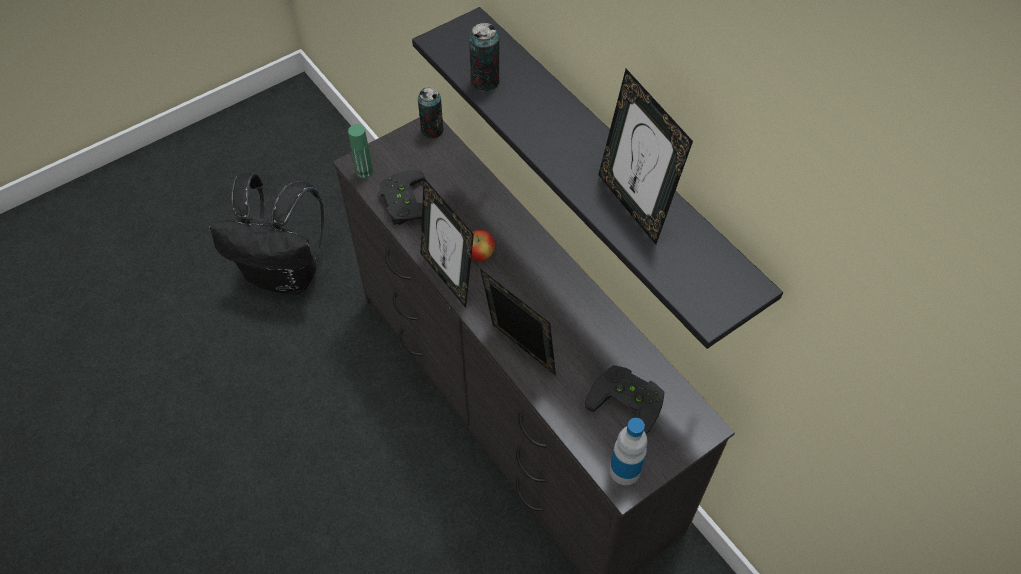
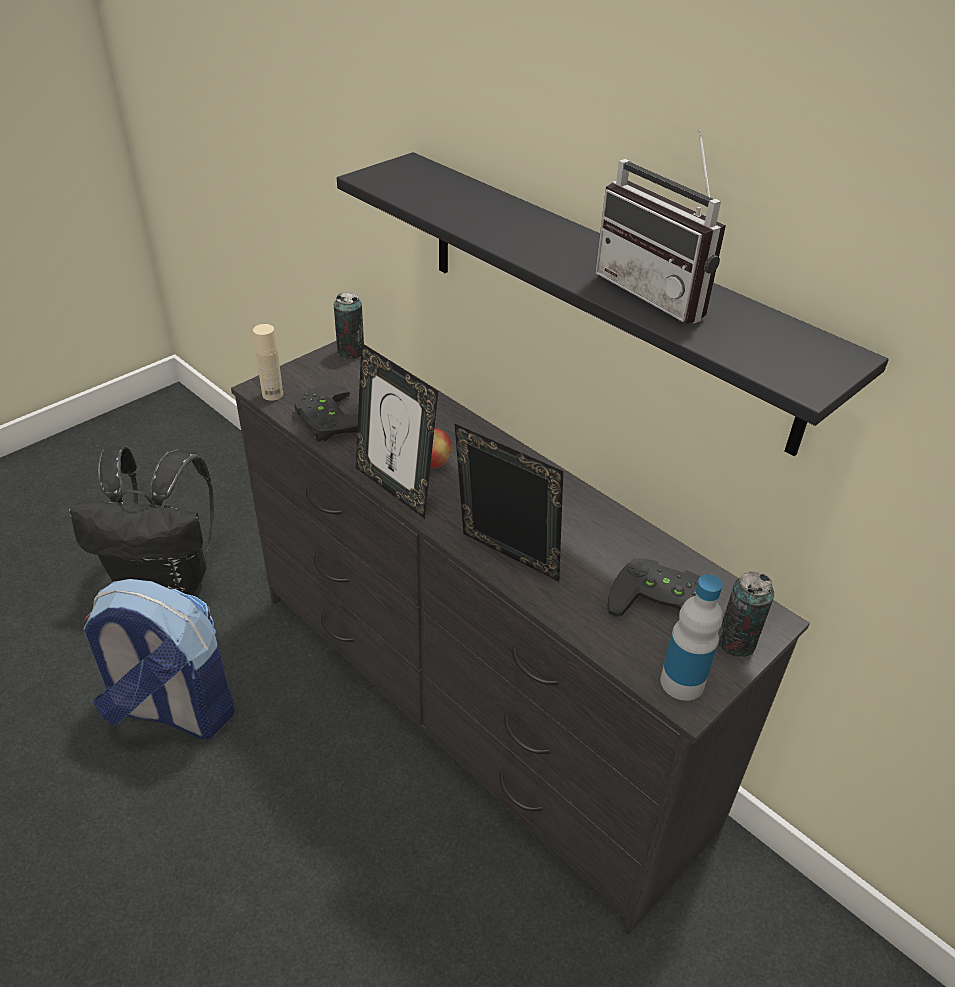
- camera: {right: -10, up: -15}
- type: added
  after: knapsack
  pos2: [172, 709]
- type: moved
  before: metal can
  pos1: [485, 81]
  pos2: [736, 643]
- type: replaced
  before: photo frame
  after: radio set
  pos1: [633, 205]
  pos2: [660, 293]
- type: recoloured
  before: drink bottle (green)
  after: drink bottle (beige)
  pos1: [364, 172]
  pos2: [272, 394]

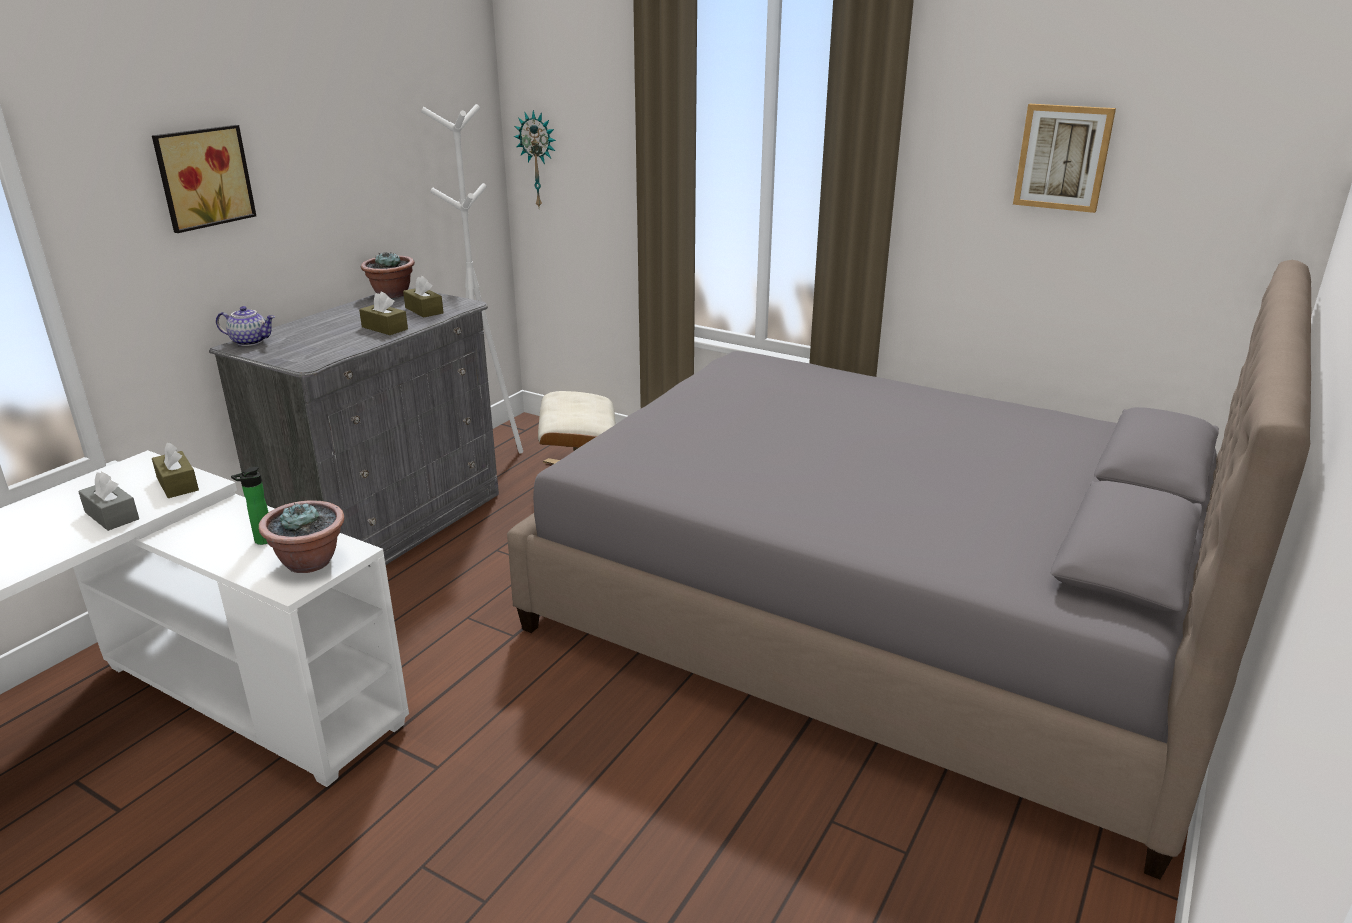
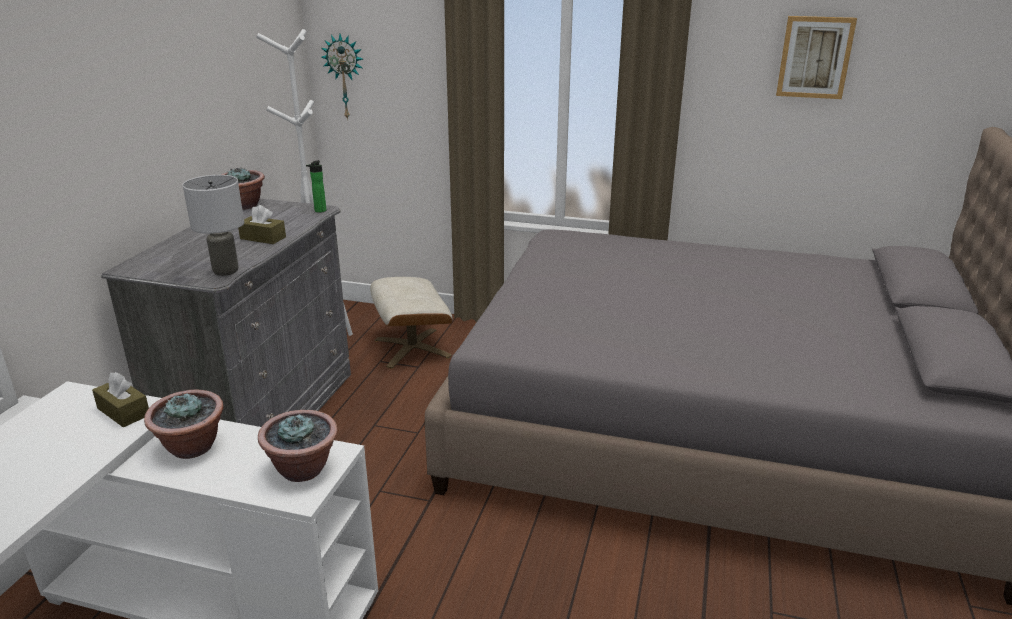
- camera: {right: -15, up: 0}
- type: removed
  before: tissue box (grey)
  pos1: [112, 516]
- type: removed
  before: wall art
  pos1: [202, 177]
- type: removed
  before: tea pot
  pos1: [250, 341]
- type: removed
  before: tissue box (brown-coloured)
  pos1: [424, 310]
- type: added
  after: houseplant
  pos2: [192, 447]
- type: added
  after: table lamp (white)
  pos2: [224, 272]
- type: moved
  before: drink bottle
  pos1: [261, 541]
  pos2: [319, 211]

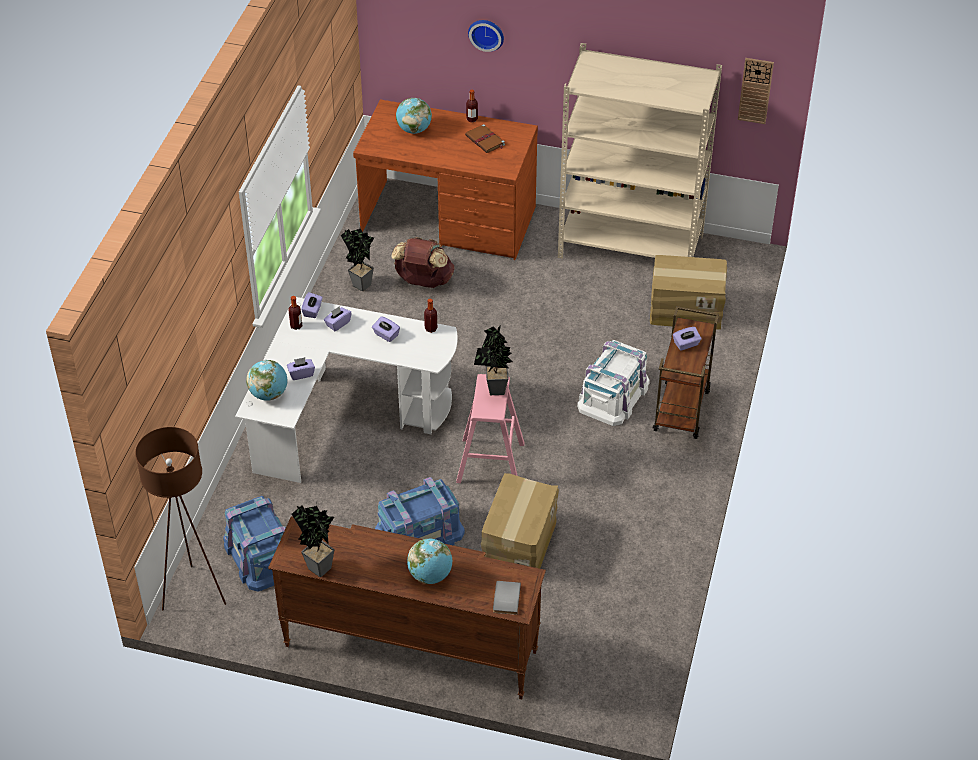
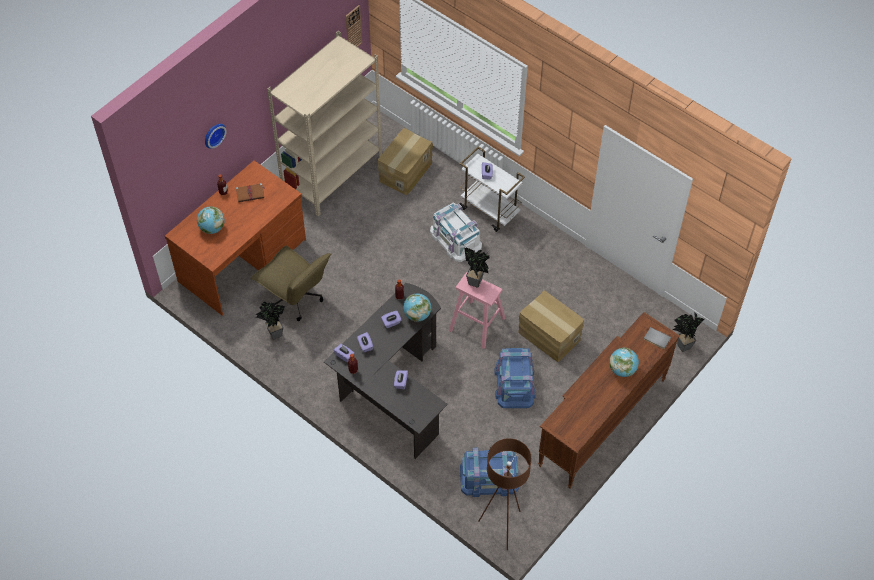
- camera: {right: -65, up: 10}
- type: moved
  before: globe
  pos1: [269, 394]
  pos2: [417, 315]
- type: moved
  before: houseplant
  pos1: [318, 565]
  pos2: [681, 346]
- type: replaced
  before: knapsack (brown-coloured)
  after: desk chair (beige)
  pos1: [423, 281]
  pos2: [294, 297]
- type: recoloured
  before: desk unit (white)
  after: desk unit (black-coloured)
  pos1: [343, 415]
  pos2: [392, 389]
- type: recoloured
  before: trolley (brown-coloured)
  after: trolley (white)
  pos1: [680, 414]
  pos2: [490, 213]

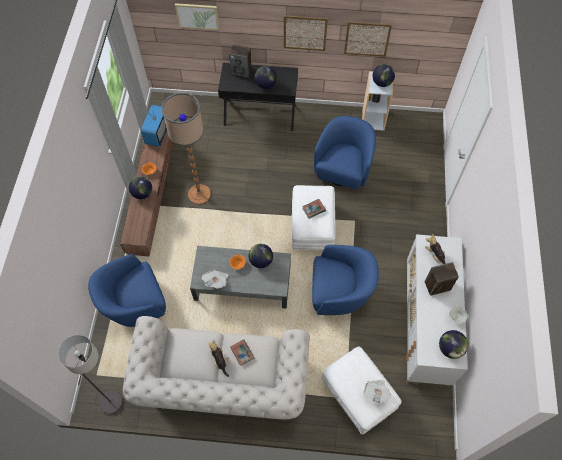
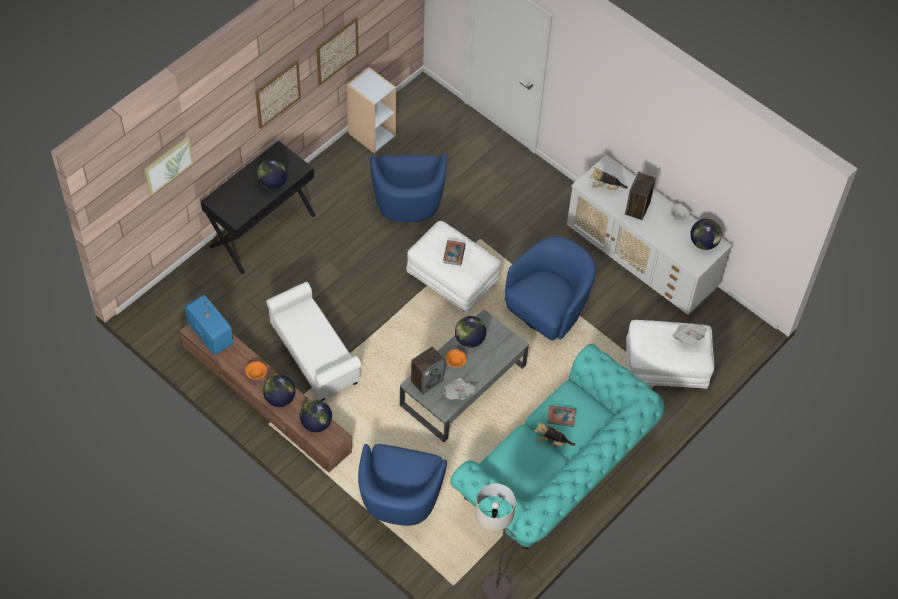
- camera: {right: -55, up: -5}
- type: moved
  before: speaker
  pos1: [241, 71]
  pos2: [427, 381]
- type: moved
  before: globe
  pos1: [382, 82]
  pos2: [316, 423]
- type: replaced
  before: standing lamp
  after: ottoman (white)
  pos1: [199, 194]
  pos2: [314, 355]
- type: recoloured
  before: couch (white)
  after: couch (blue-green)
  pos1: [221, 382]
  pos2: [557, 474]
- type: turned
  before: armchair (bluish)
  pos1: [343, 168]
  pos2: [408, 204]
  turn: -150

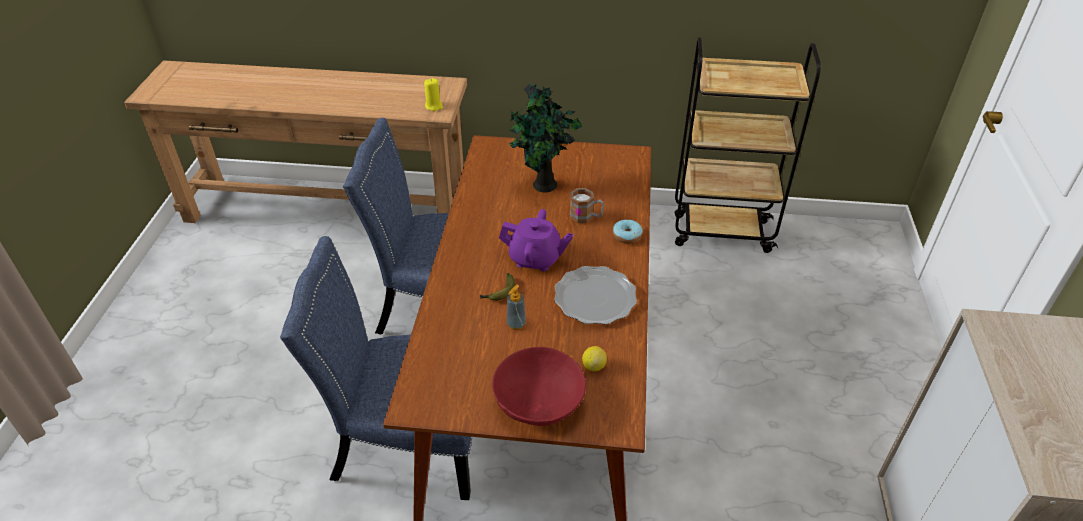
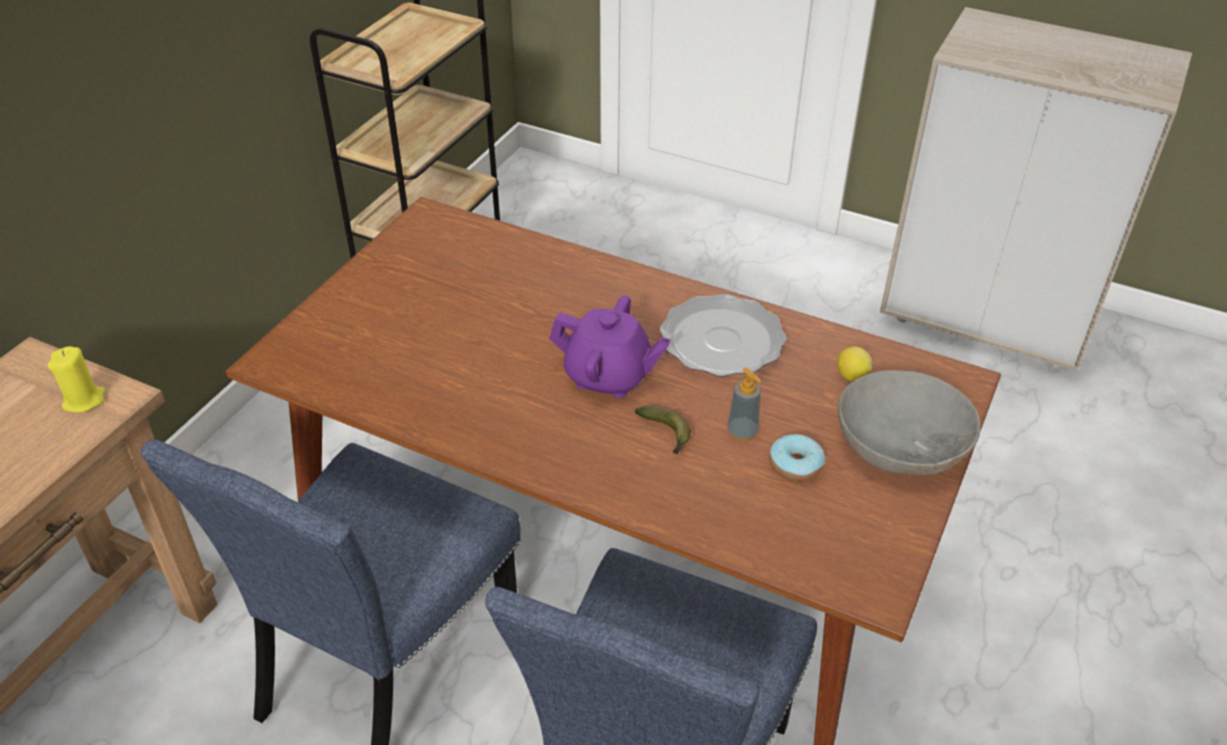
- camera: {right: -70, up: 0}
- type: removed
  before: houseplant
  pos1: [543, 186]
- type: removed
  before: coffee mug
  pos1: [586, 217]
- type: moved
  before: doughnut
  pos1: [627, 236]
  pos2: [795, 465]
- type: recoloured
  before: deep dish (red)
  after: deep dish (grey)
  pos1: [539, 401]
  pos2: [901, 445]
- type: turned
  before: tea pot (purplish)
  pos1: [535, 258]
  pos2: [608, 376]
  turn: 75

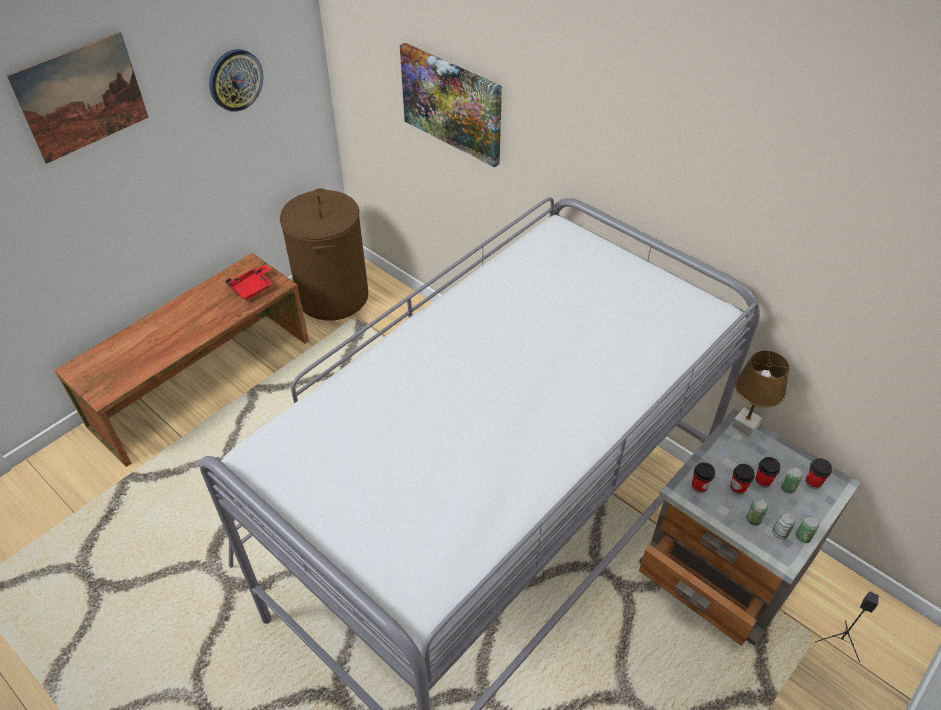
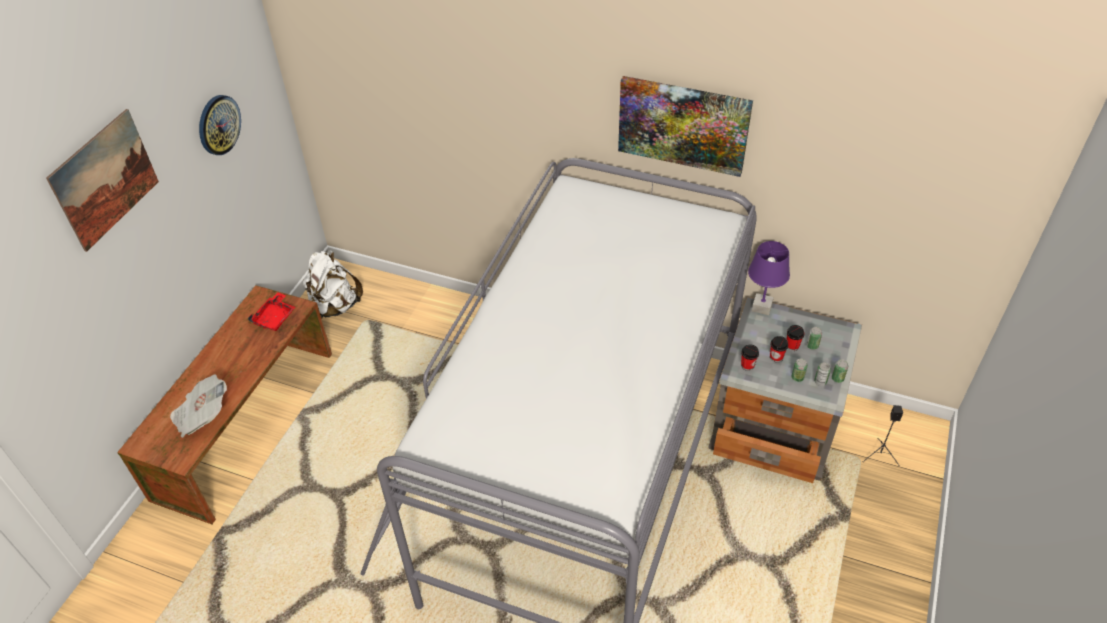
- camera: {right: -20, up: 0}
- type: removed
  before: small cup
  pos1: [813, 482]
- type: added
  after: newspaper
  pos2: [202, 416]
- type: moved
  before: wall art
  pos1: [452, 103]
  pos2: [683, 124]
- type: replaced
  before: washing basket (brown-coloured)
  after: knapsack (white)
  pos1: [333, 297]
  pos2: [335, 306]
- type: recoloured
  before: table lamp (brown-coloured)
  after: table lamp (purplish)
  pos1: [744, 426]
  pos2: [761, 308]

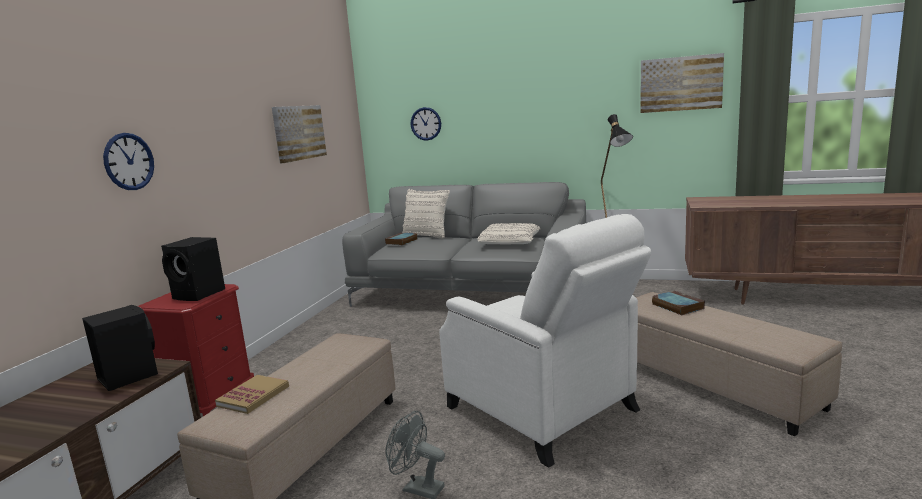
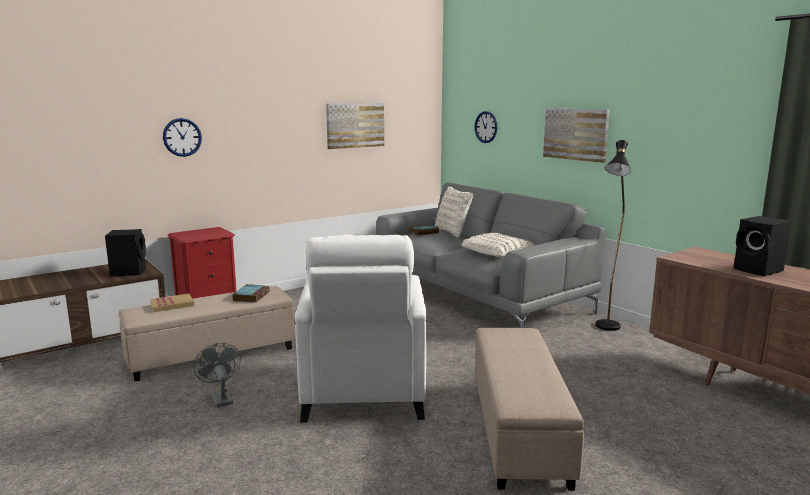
- camera: {right: 35, up: 0}
- type: moved
  before: speaker (black-coloured)
  pos1: [200, 294]
  pos2: [759, 270]
- type: moved
  before: wall art
  pos1: [680, 84]
  pos2: [576, 134]
- type: moved
  before: volume
  pos1: [676, 306]
  pos2: [251, 296]

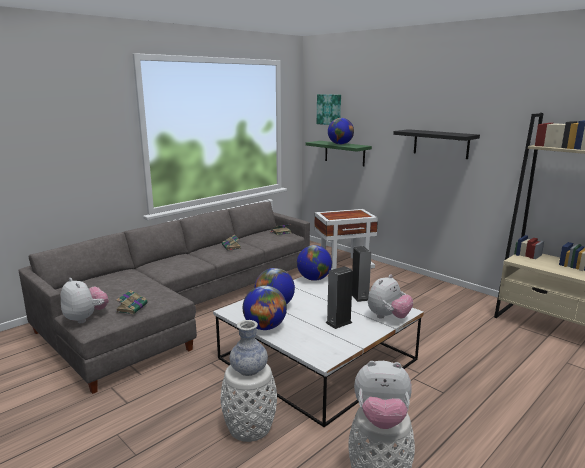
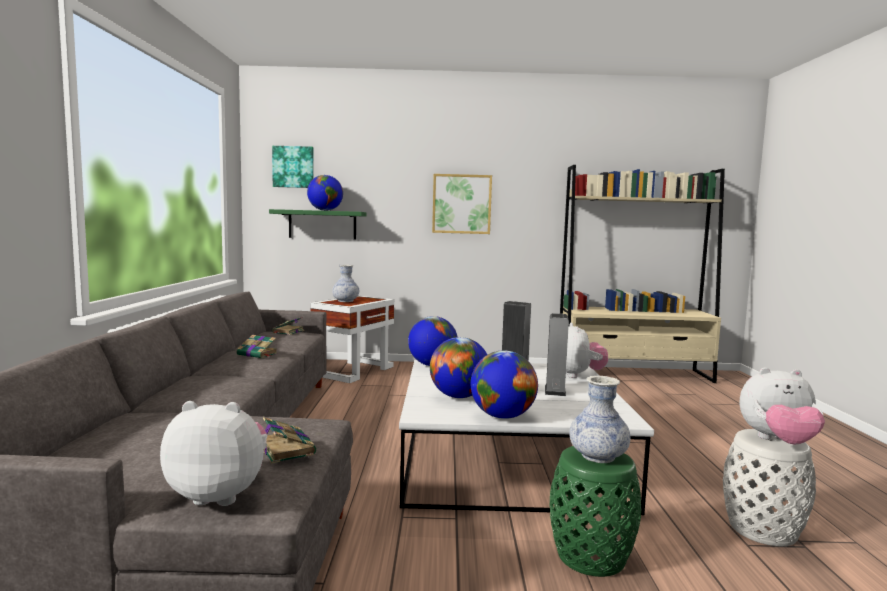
- camera: {right: -45, up: -10}
- type: added
  after: flower vase
  pos2: [345, 301]
- type: replaced
  before: bracket shelf (black-coloured)
  after: wall art
  pos1: [441, 144]
  pos2: [461, 204]
- type: recoloured
  before: sitting stool (white)
  after: sitting stool (green)
  pos1: [250, 427]
  pos2: [590, 556]
- type: turned
  before: plush toy
  pos1: [381, 418]
  pos2: [777, 442]
  turn: 45

